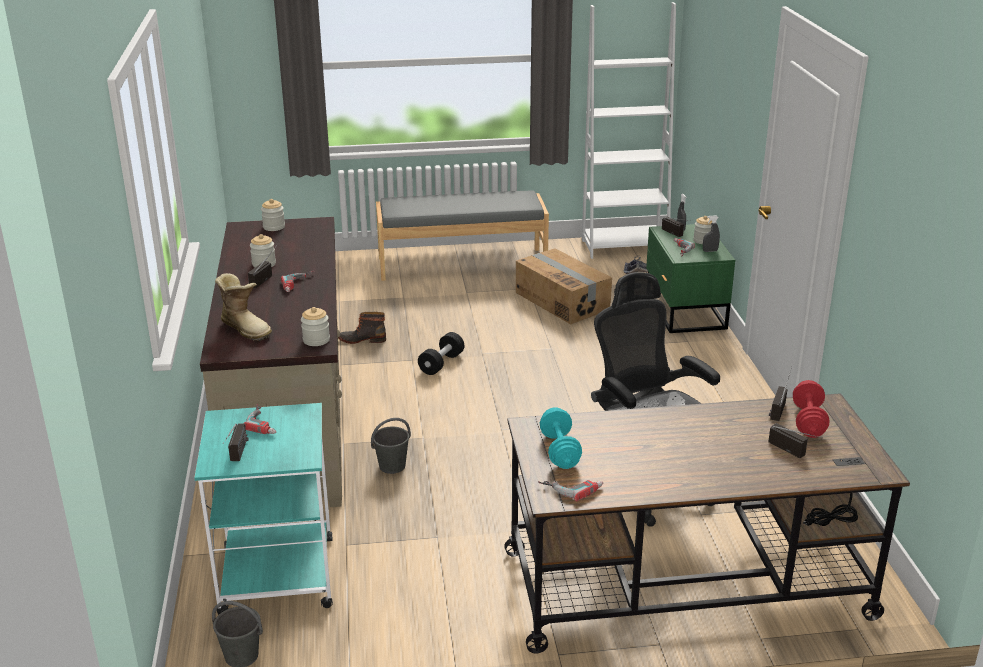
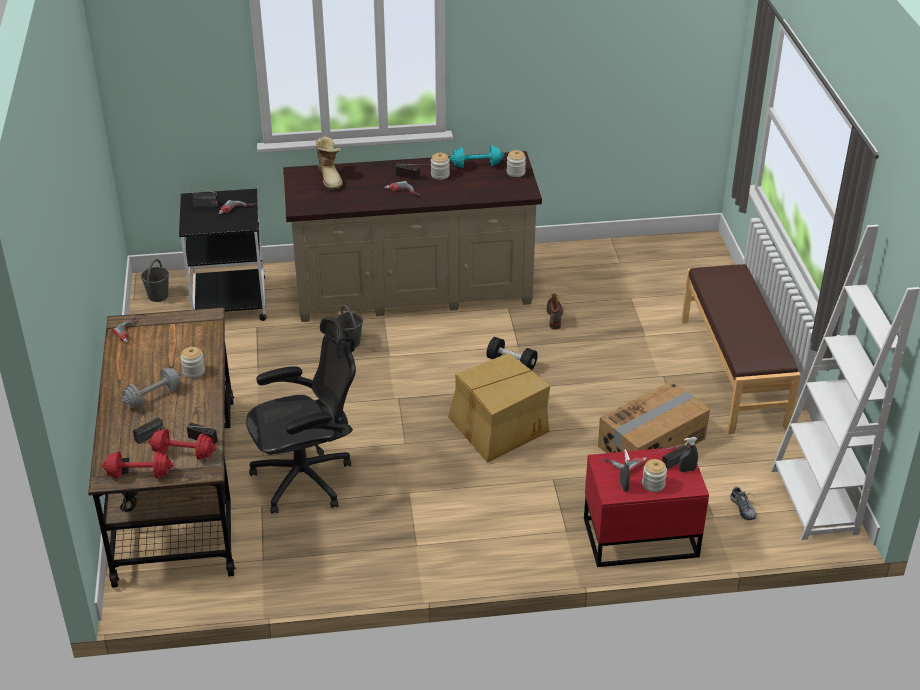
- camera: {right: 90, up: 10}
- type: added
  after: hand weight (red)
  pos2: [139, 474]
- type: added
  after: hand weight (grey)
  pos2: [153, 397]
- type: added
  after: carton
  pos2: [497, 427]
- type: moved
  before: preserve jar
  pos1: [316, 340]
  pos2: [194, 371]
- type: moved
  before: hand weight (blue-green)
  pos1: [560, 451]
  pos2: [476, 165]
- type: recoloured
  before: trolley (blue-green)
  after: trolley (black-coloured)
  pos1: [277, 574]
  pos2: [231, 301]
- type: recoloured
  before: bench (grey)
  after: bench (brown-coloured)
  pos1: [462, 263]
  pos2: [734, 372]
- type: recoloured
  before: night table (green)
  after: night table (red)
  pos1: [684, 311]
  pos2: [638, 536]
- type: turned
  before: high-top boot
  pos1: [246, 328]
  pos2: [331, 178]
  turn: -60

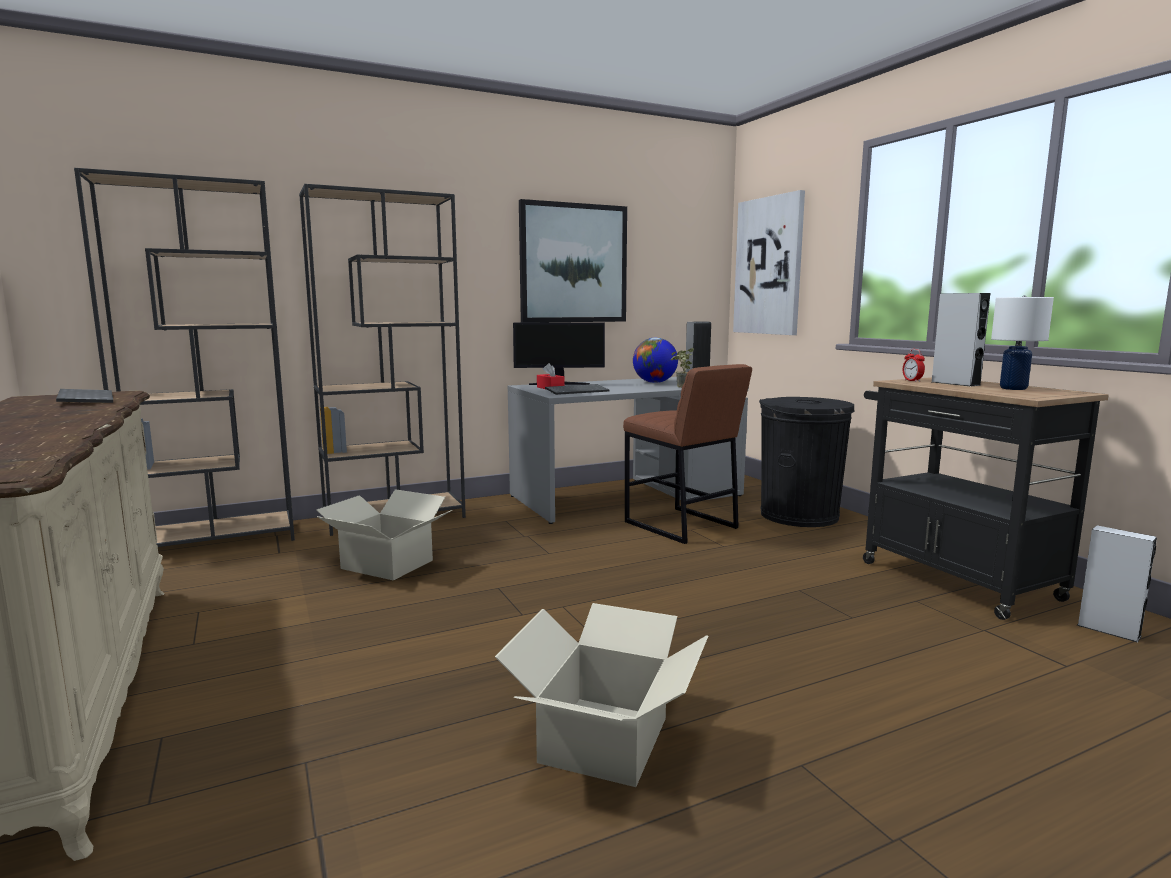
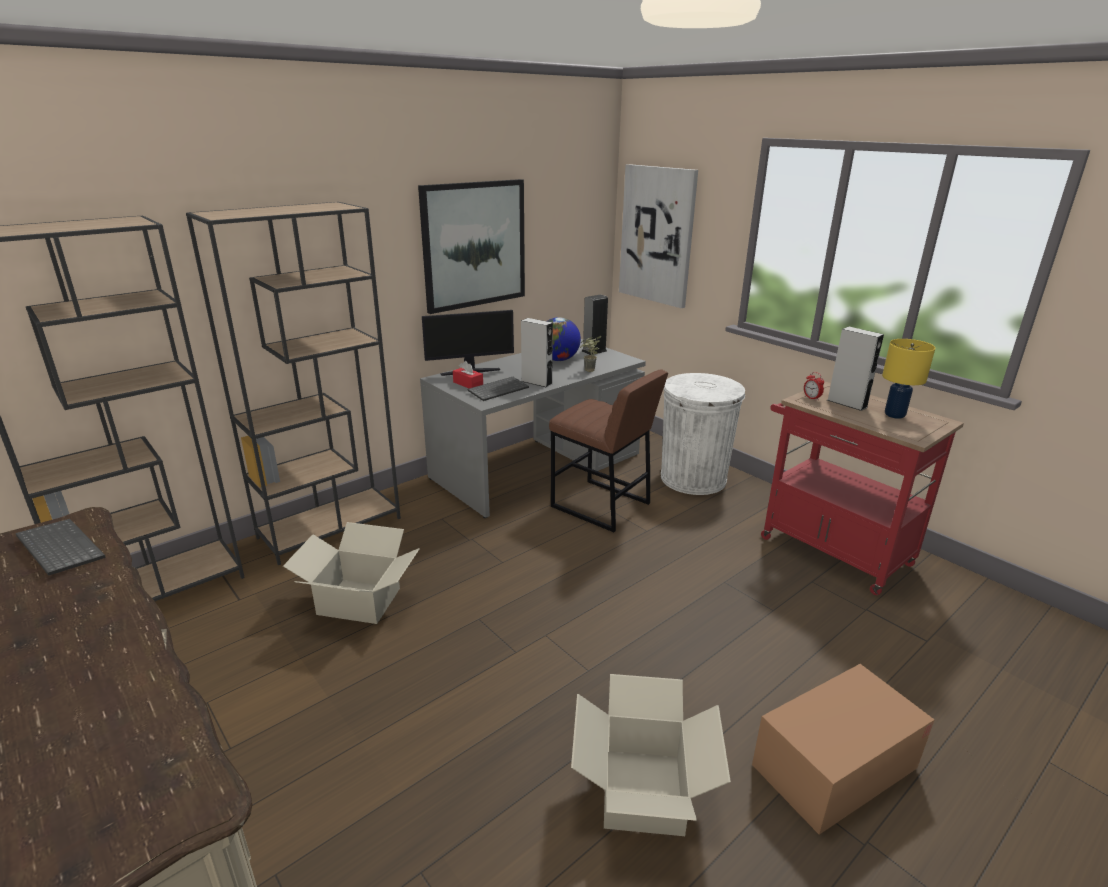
- camera: {right: -15, up: 15}
- type: added
  after: carton
  pos2: [834, 766]
- type: moved
  before: speaker (grey)
  pos1: [1108, 630]
  pos2: [536, 382]
- type: recoloured
  before: waste bin (black-coloured)
  after: waste bin (white)
  pos1: [799, 515]
  pos2: [693, 478]
- type: recoloured
  before: trolley (black-coloured)
  after: trolley (red)
  pos1: [953, 579]
  pos2: [830, 549]
- type: recoloured
  before: table lamp (white)
  after: table lamp (yellow)
  pos1: [1012, 389]
  pos2: [894, 415]

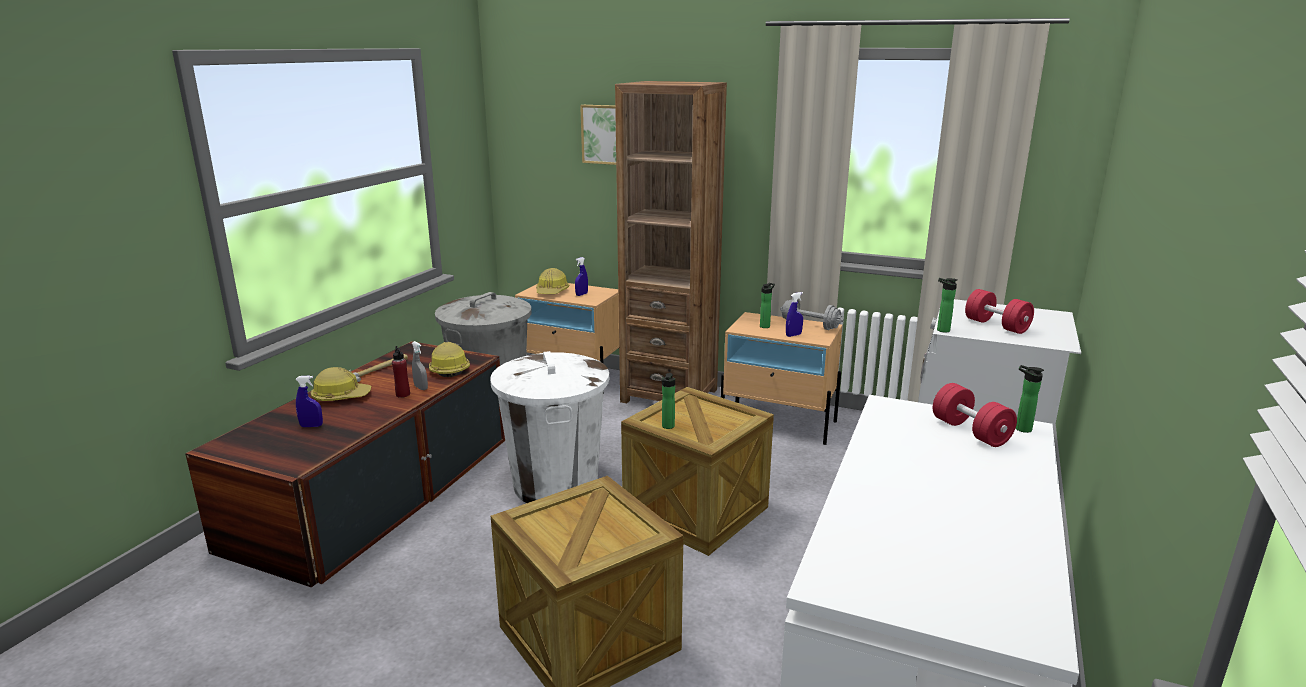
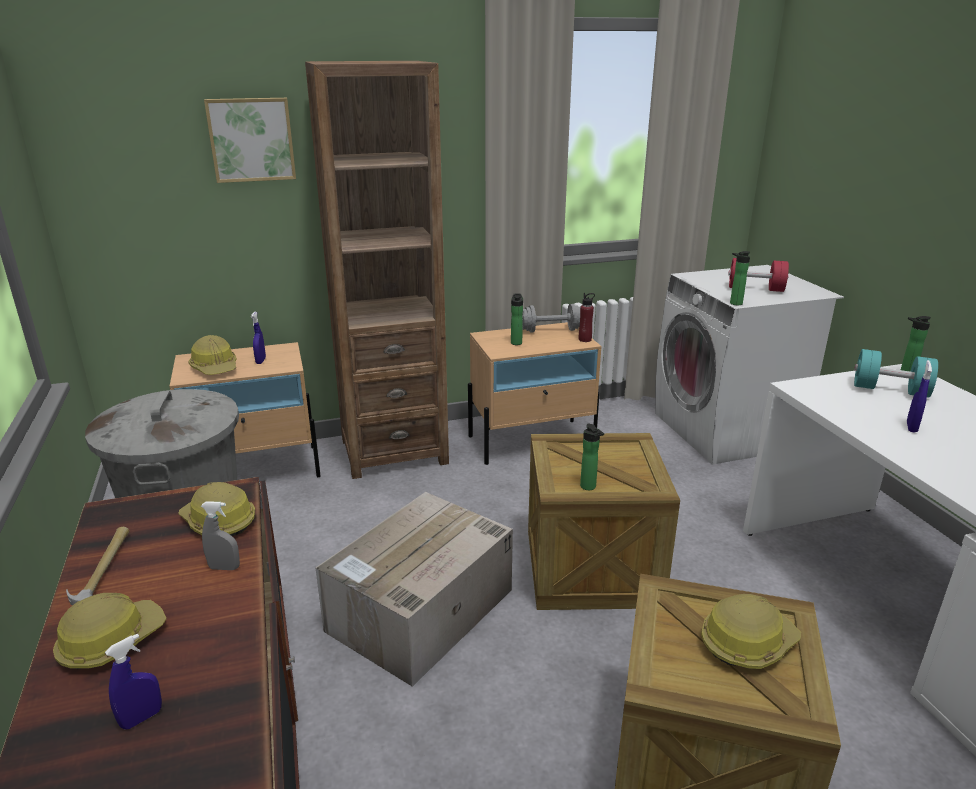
- camera: {right: -40, up: 5}
- type: added
  after: safety helmet
  pos2: [747, 643]
- type: moved
  before: drink bottle (red)
  pos1: [403, 394]
  pos2: [585, 339]
- type: moved
  before: spray bottle (bluish)
  pos1: [793, 335]
  pos2: [911, 427]
- type: replaced
  before: waste bin (white)
  after: carton
  pos1: [555, 485]
  pos2: [419, 612]
- type: recoloured
  before: hand weight (red)
  after: hand weight (blue-green)
  pos1: [970, 432]
  pos2: [890, 390]

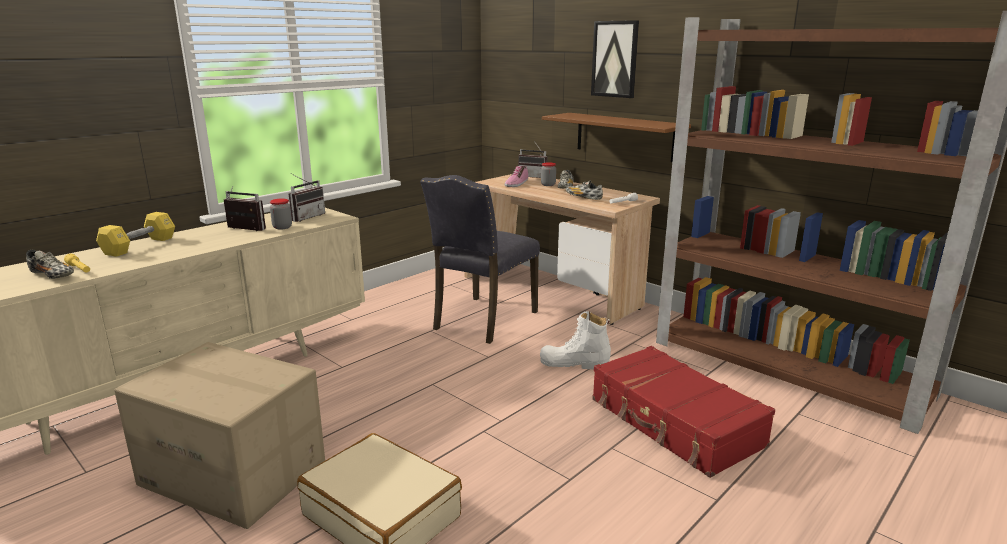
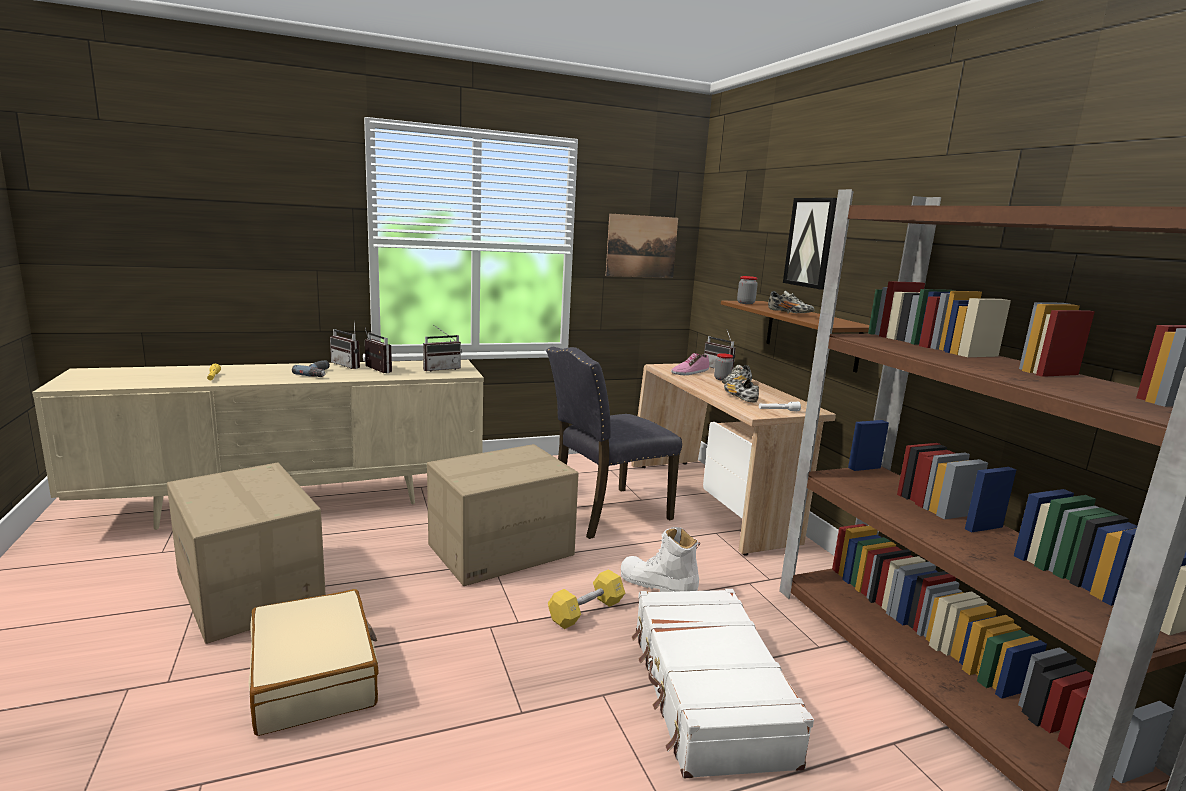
- camera: {right: 25, up: -5}
- type: added
  after: electric drill
  pos2: [319, 373]
- type: added
  after: radio set
  pos2: [350, 365]
- type: added
  after: carton
  pos2: [501, 551]
- type: added
  after: wall art
  pos2: [641, 246]
- type: moved
  before: item of footwear
  pos1: [53, 276]
  pos2: [790, 313]
- type: moved
  before: hand weight (yellow)
  pos1: [139, 246]
  pos2: [586, 611]
- type: moved
  before: preserve jar
  pos1: [282, 227]
  pos2: [745, 303]
- type: recoloured
  before: suitcase (red)
  after: suitcase (white)
  pos1: [674, 423]
  pos2: [707, 693]

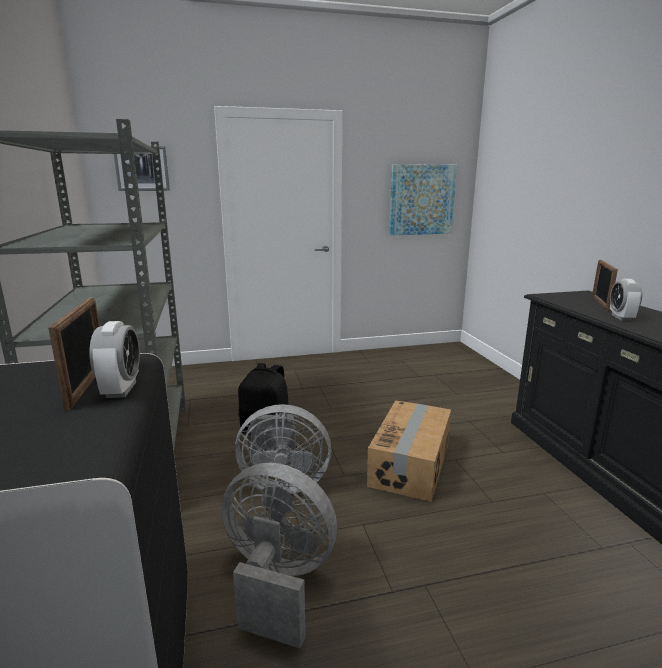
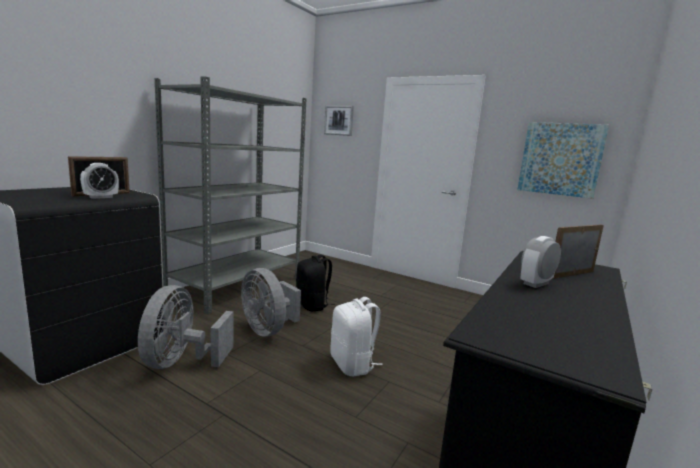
- camera: {right: 45, up: -5}
- type: replaced
  before: carton
  after: knapsack (white)
  pos1: [411, 464]
  pos2: [353, 365]
- type: turned
  before: fan (grey)
  pos1: [277, 581]
  pos2: [181, 362]
  turn: -150

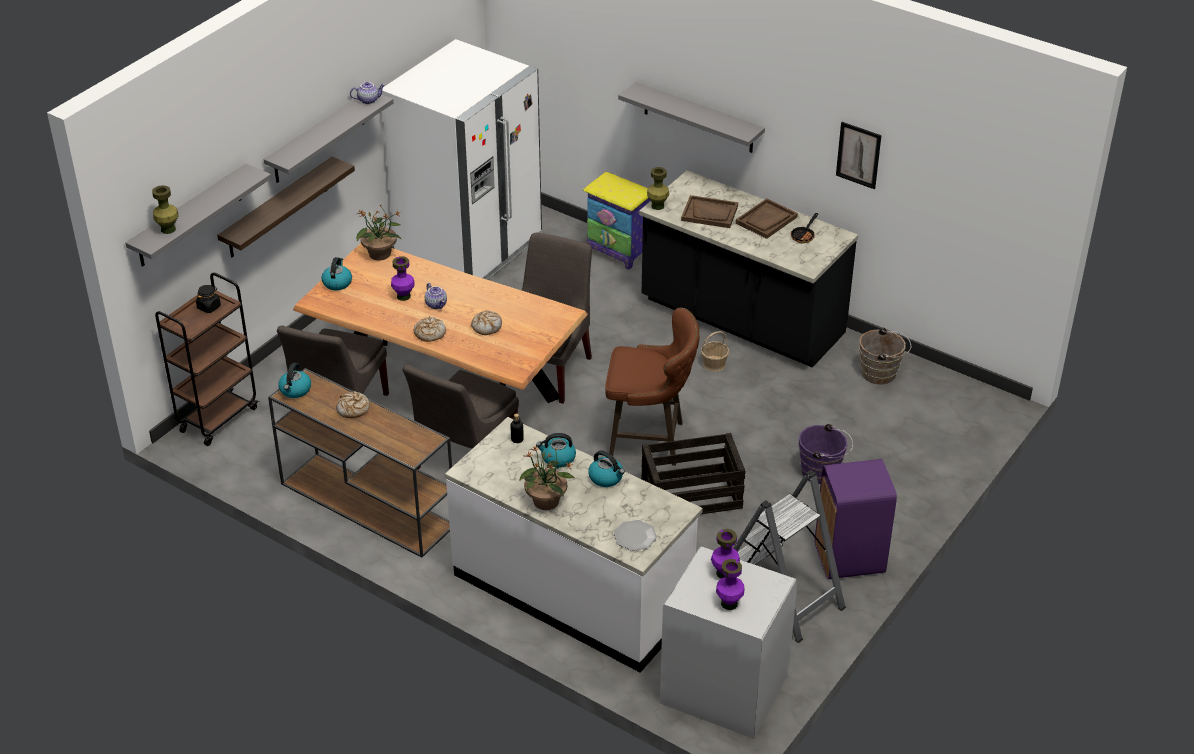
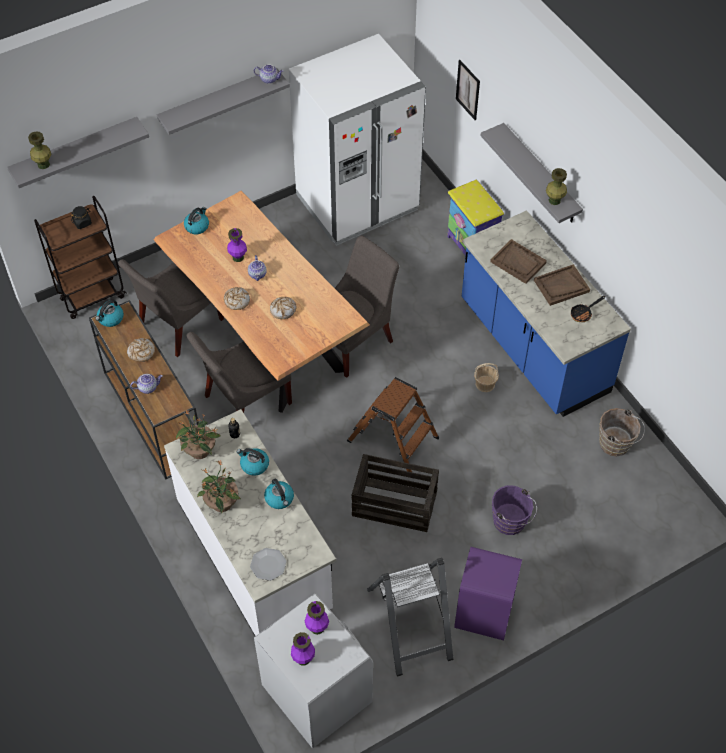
- camera: {right: 25, up: 15}
- type: removed
  before: bracket shelf
  pos1: [278, 208]
- type: added
  after: tea pot
  pos2: [148, 387]
- type: moved
  before: houseplant
  pos1: [380, 254]
  pos2: [200, 451]
- type: moved
  before: flower vase (green)
  pos1: [657, 206]
  pos2: [554, 200]
- type: moved
  before: wall art
  pos1: [858, 155]
  pos2: [468, 90]
- type: replaced
  before: sitting stool (brown-coloured)
  after: stepladder (brown-coloured)
  pos1: [650, 441]
  pos2: [393, 439]
- type: recoloured
  before: counter (black-coloured)
  after: counter (bluish)
  pos1: [741, 319]
  pos2: [532, 348]

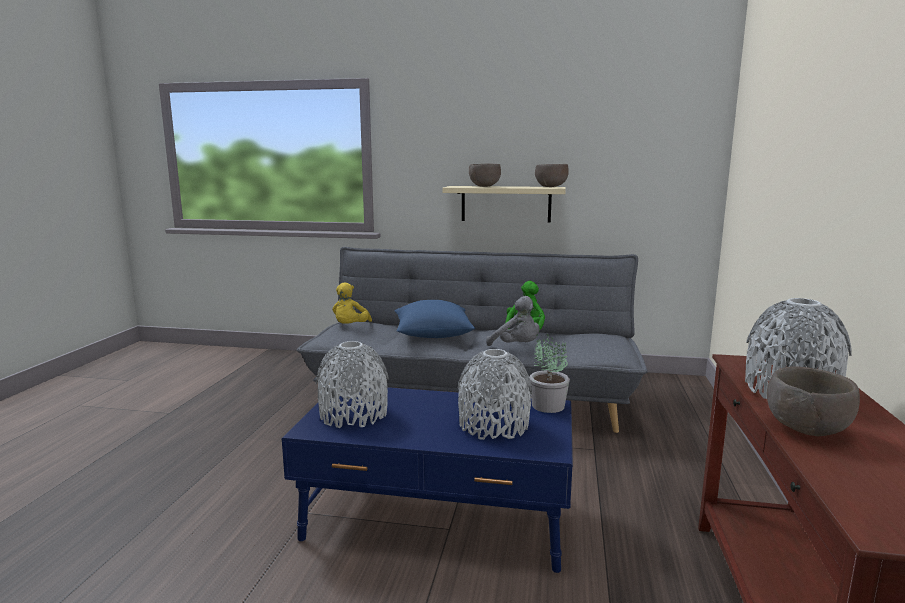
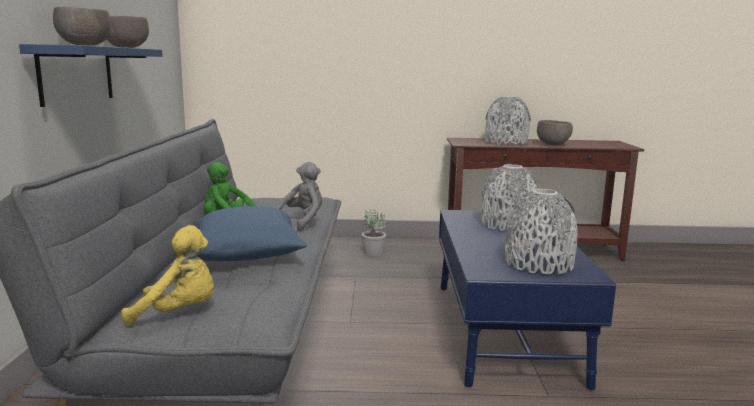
- camera: {right: -100, up: 0}
- type: moved
  before: houseplant
  pos1: [547, 405]
  pos2: [373, 252]
- type: recoloured
  before: bracket shelf (beige)
  after: bracket shelf (bluish)
  pos1: [506, 204]
  pos2: [76, 74]

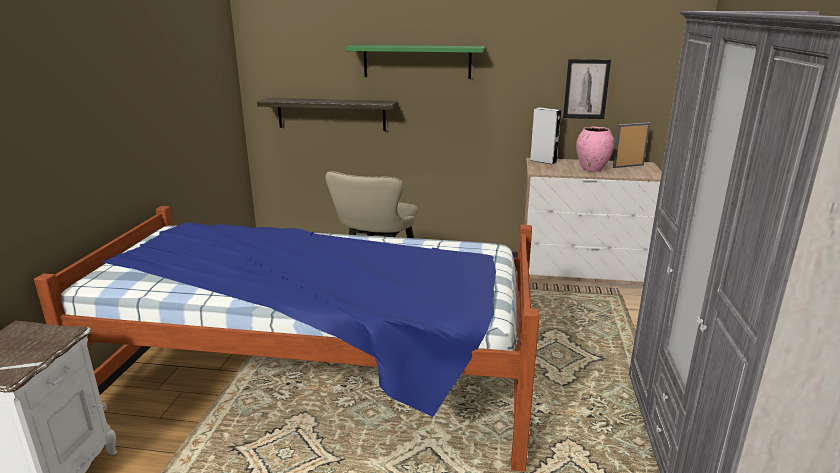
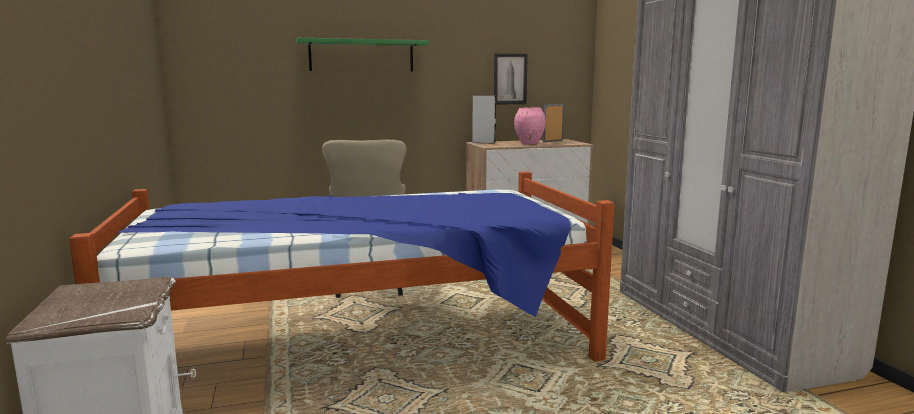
- camera: {right: -25, up: -10}
- type: removed
  before: bracket shelf
  pos1: [331, 114]

